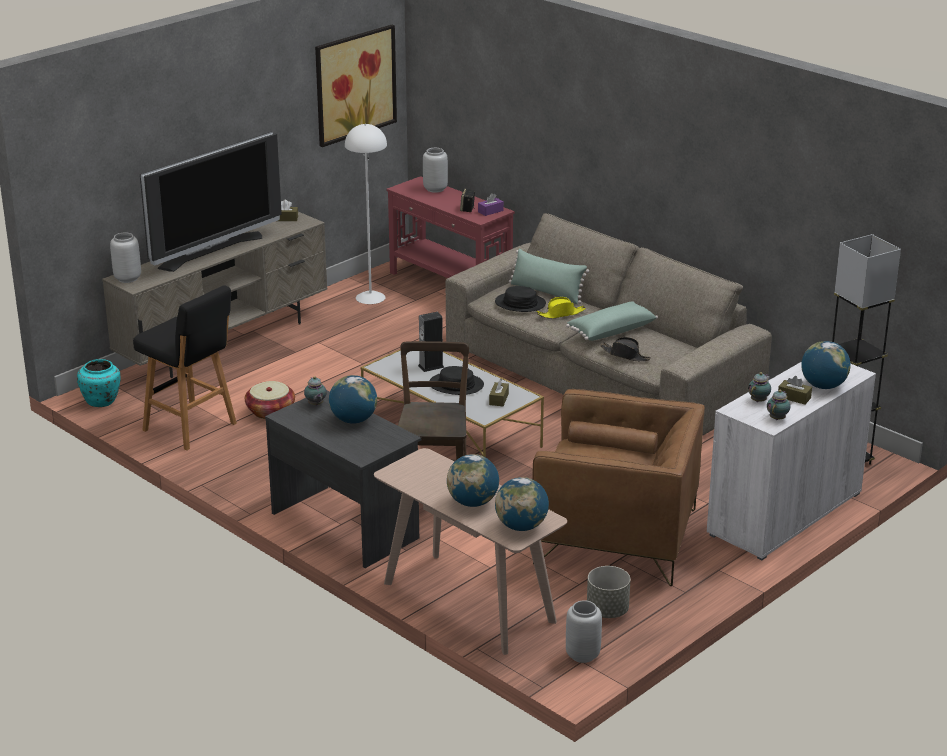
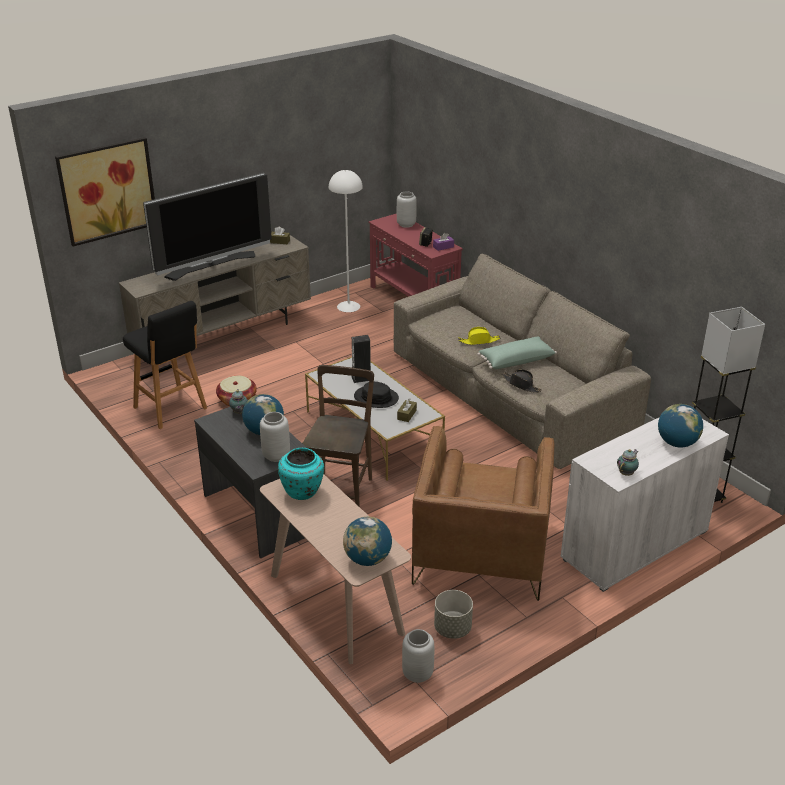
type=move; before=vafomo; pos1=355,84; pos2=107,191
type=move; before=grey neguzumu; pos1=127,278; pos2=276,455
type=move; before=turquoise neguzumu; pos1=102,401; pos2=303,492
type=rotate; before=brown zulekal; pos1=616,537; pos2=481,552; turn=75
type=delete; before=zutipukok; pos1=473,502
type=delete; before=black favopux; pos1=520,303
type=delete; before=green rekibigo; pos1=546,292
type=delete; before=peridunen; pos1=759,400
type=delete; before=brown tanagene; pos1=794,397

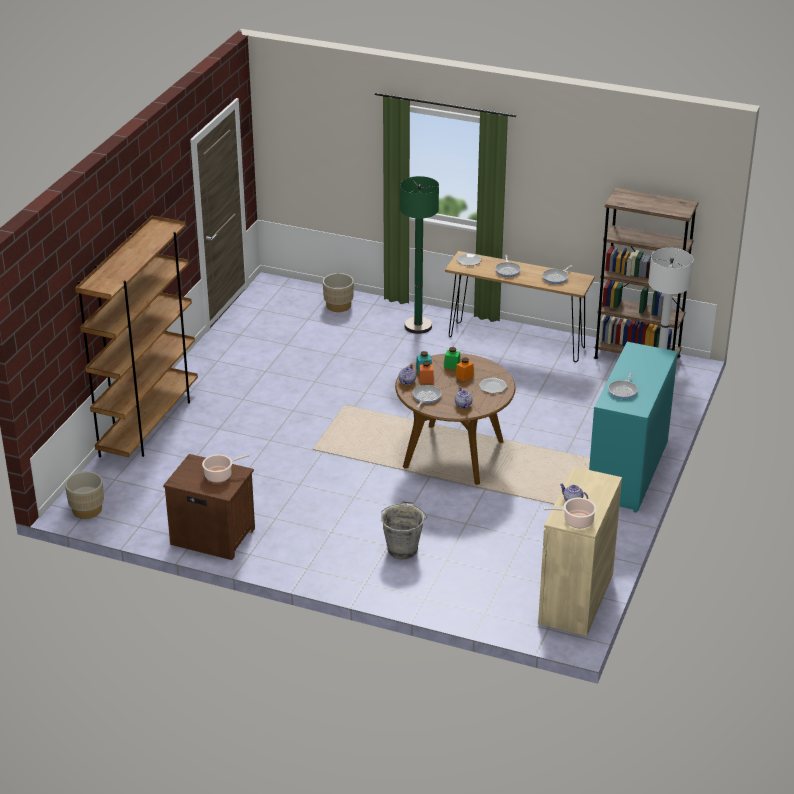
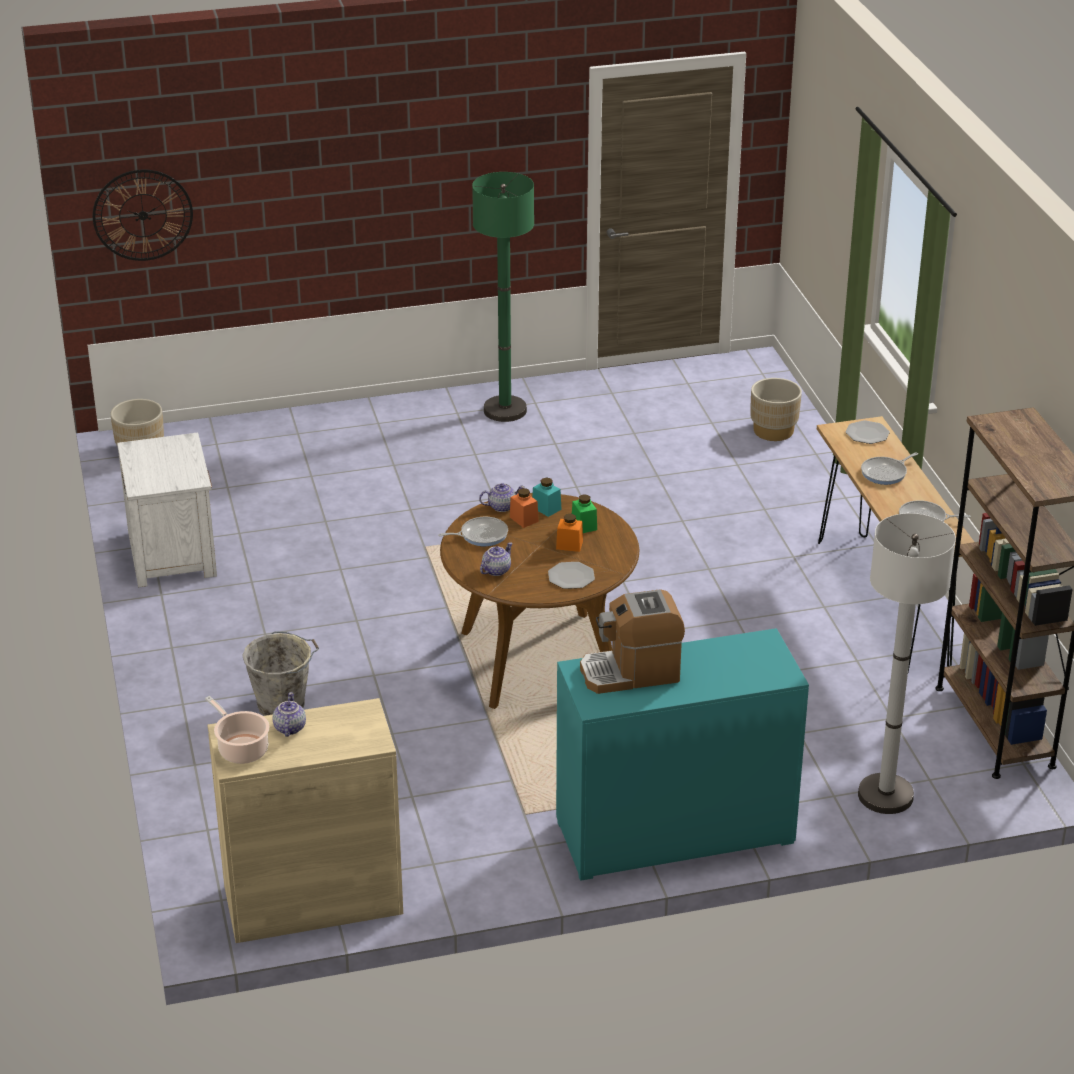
type=insert; after=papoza; pos2=142,215
type=recolor; before=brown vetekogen; after=white vetekogen; pos1=212,535; pos2=173,553
type=move; before=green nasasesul; pos1=418,326; pos2=505,410
type=replace; before=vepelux; after=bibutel; pos1=623,391; pos2=631,672
type=delete; before=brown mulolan; pos1=149,424
type=delete; before=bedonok; pos1=220,475

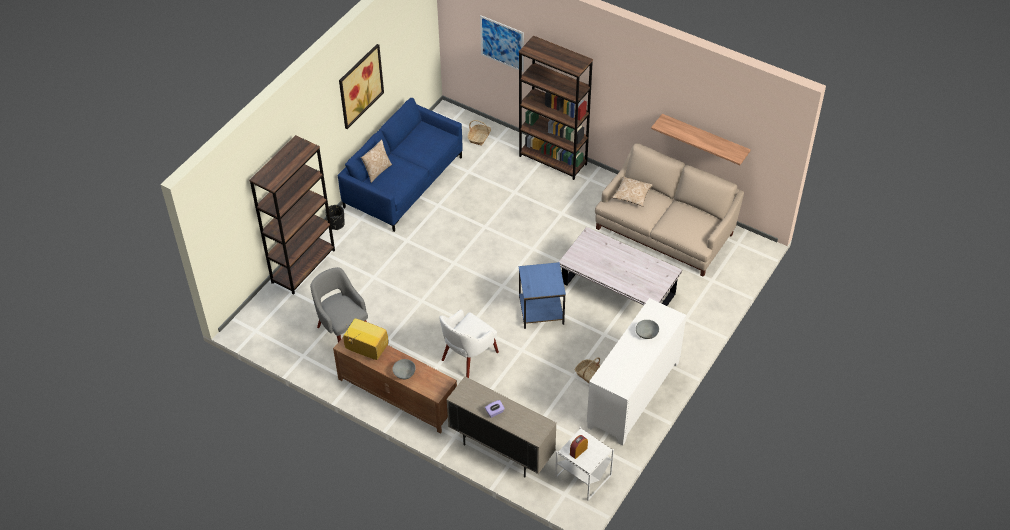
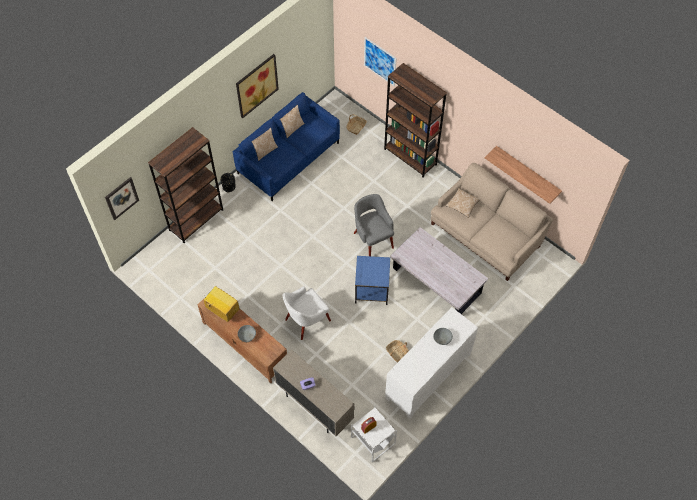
type=insert; after=vafomo; pos2=121,198
type=insert; after=rekibigo; pos2=292,128
type=move; before=grey zulekal; pos1=343,331; pos2=372,239

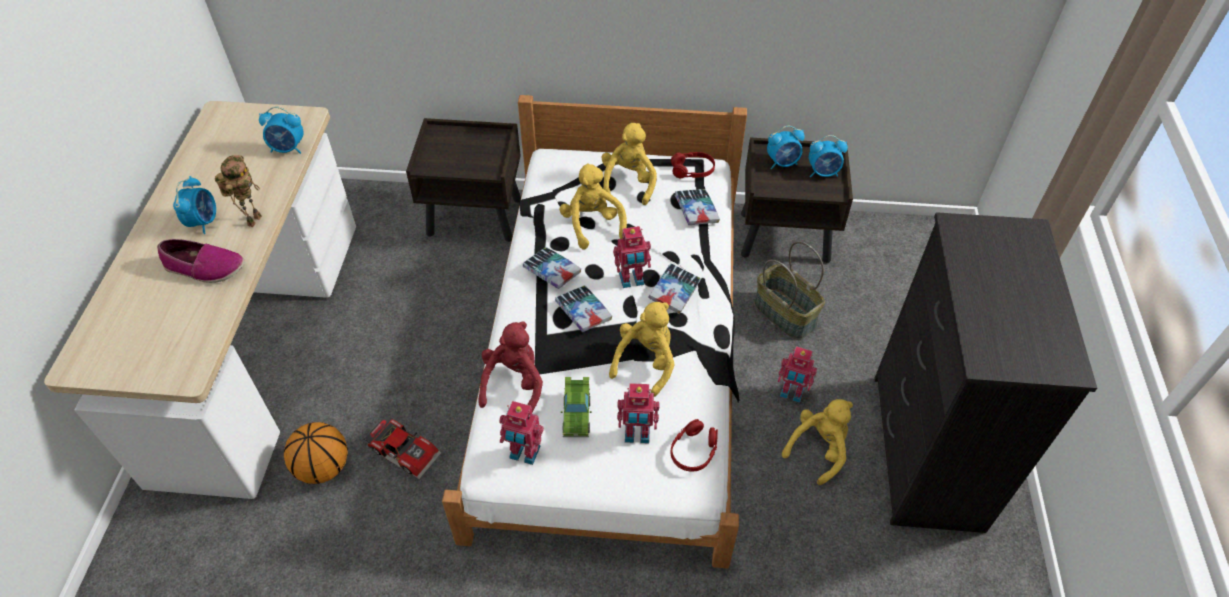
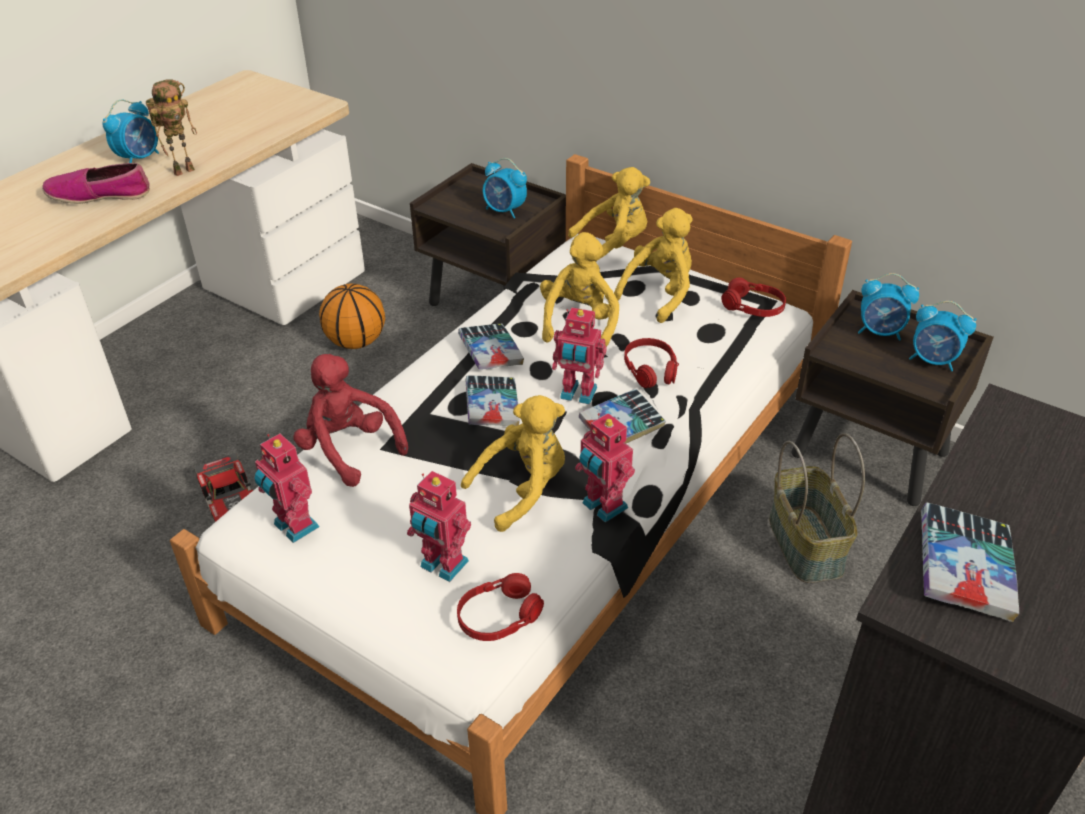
type=rotate; before=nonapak; pos1=204,268; pos2=100,195; turn=135
type=rotate; before=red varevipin; pos1=514,384; pos2=348,449; turn=-90
type=move; before=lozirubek; pos1=324,468; pos2=356,342
type=move; before=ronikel; pos1=288,149; pos2=504,211
type=move; before=yellow varevipin; pos1=818,449; pos2=613,245
type=move; before=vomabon; pos1=791,393; pos2=602,507
type=insert; after=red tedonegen; pos2=650,370
type=move; before=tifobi; pos1=696,210; pos2=964,569
type=delete; before=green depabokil; pos1=576,413

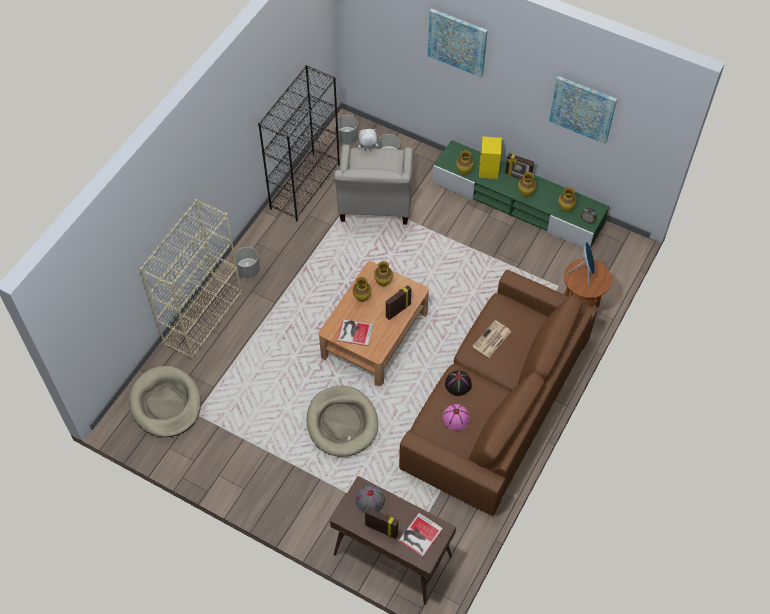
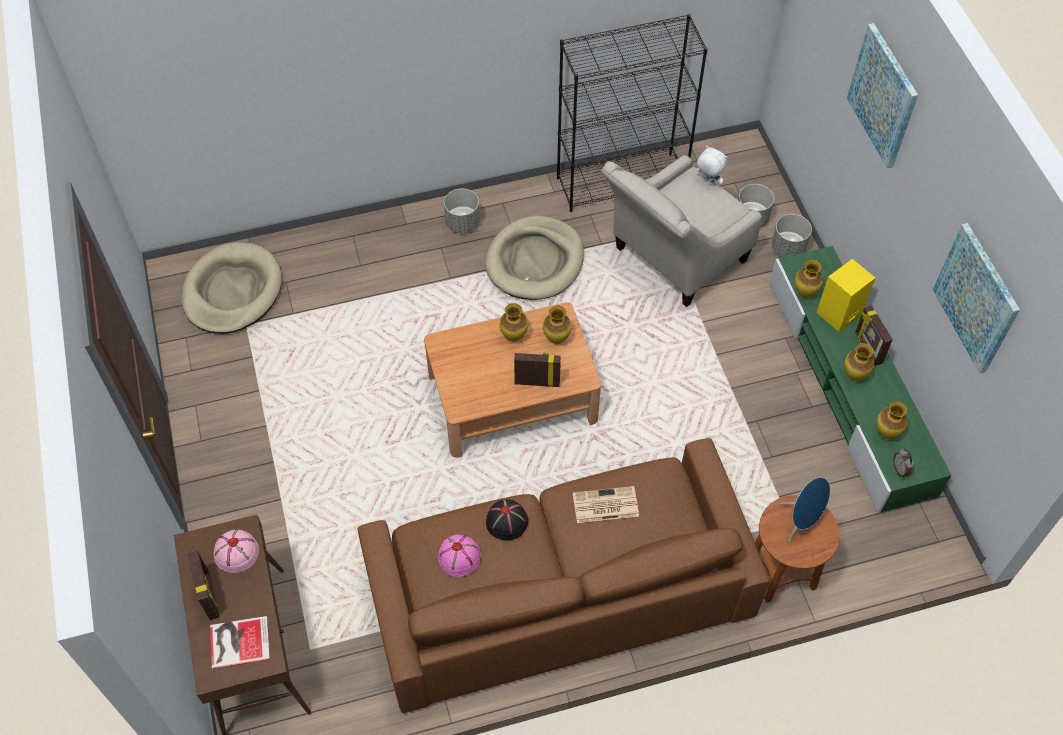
type=recolor; before=grey favopux; after=pink favopux; pos1=370,500; pos2=236,553
type=move; before=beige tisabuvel; pos1=342,423; pos2=535,261
type=move; before=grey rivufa; pos1=347,137; pos2=788,248
type=delete; before=beige mulolan; pos1=203,319
type=delete; before=tifobi; pos1=354,332

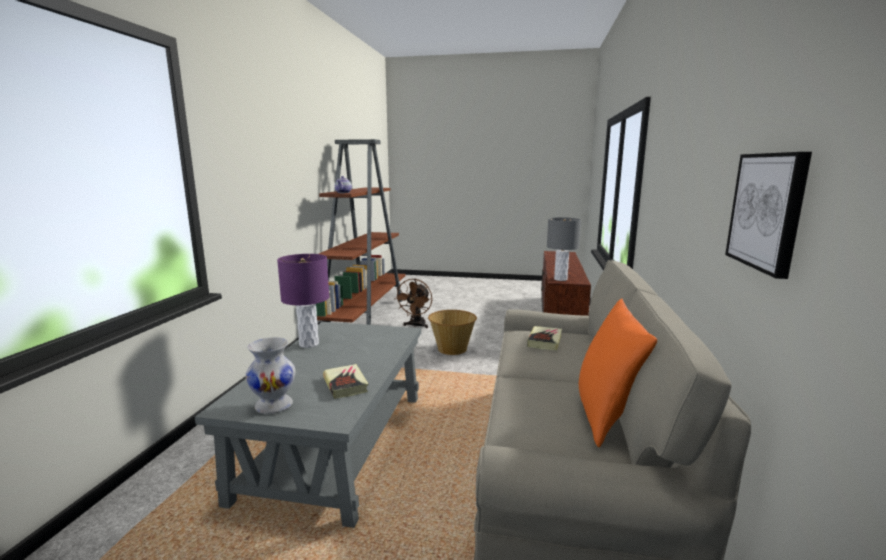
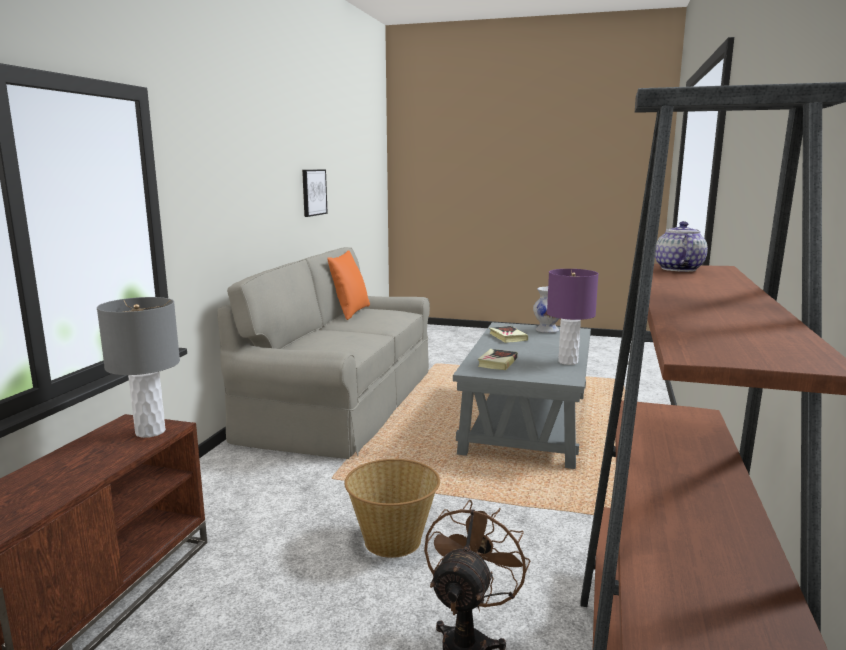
type=move; before=tifobi; pos1=544,341; pos2=497,362

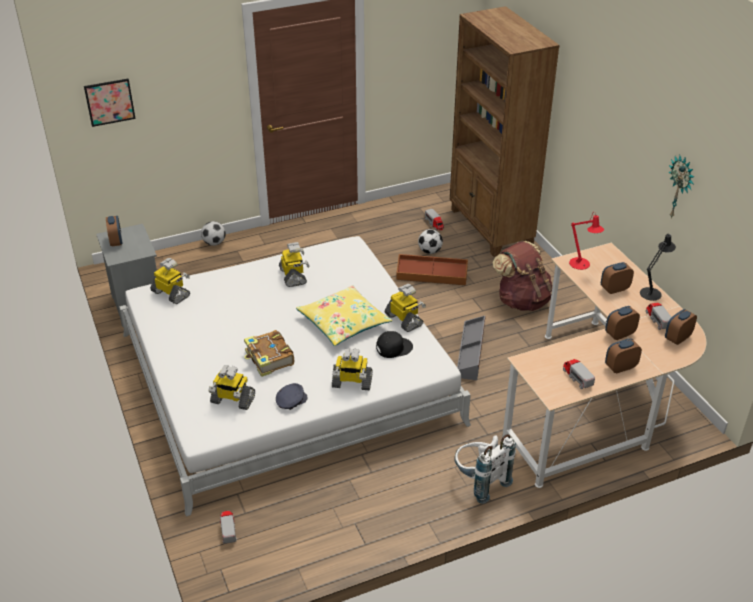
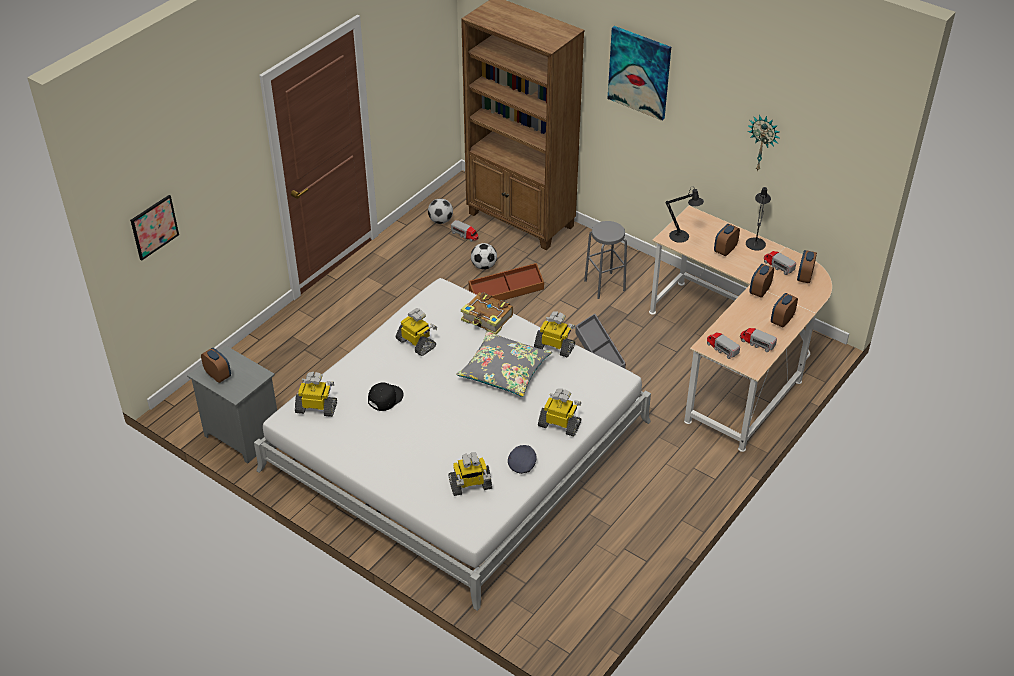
type=move; before=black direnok; pos1=393,347; pos2=385,398
type=move; before=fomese; pos1=214,243; pos2=440,221
type=recolor; before=yellow rekibigo; after=grey rekibigo; pos1=344,323; pos2=504,371
type=move; before=tifobi; pos1=269,359; pos2=487,319
type=rotate; before=vomabon; pos1=351,383; pos2=560,424; turn=-135
type=replace; before=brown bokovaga; after=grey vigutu; pos1=522,300; pos2=604,285
type=insert; after=vafomo; pos2=639,72
type=recolor; before=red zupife; after=black zupife; pos1=581,265; pos2=682,237
type=move; before=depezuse; pos1=228,530; pos2=721,349
type=delete; before=white bokovaga; pos1=479,482

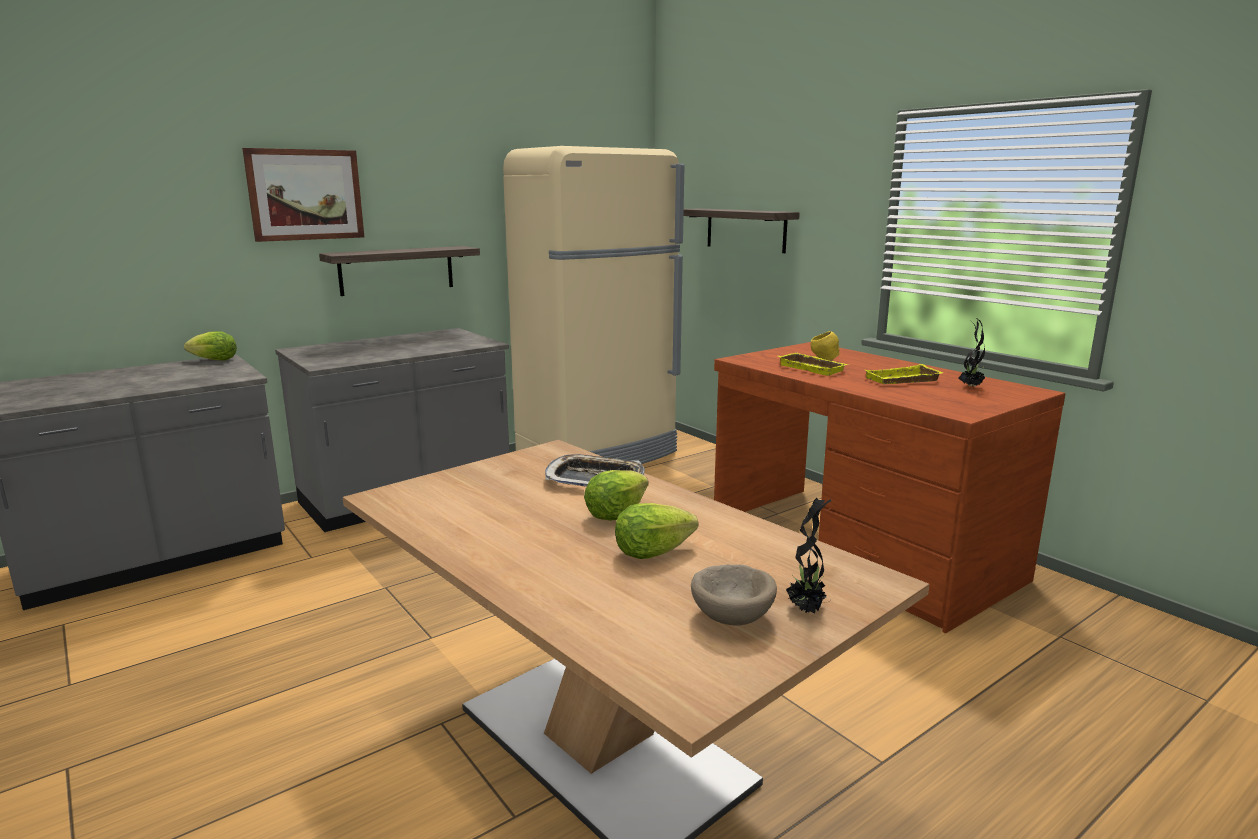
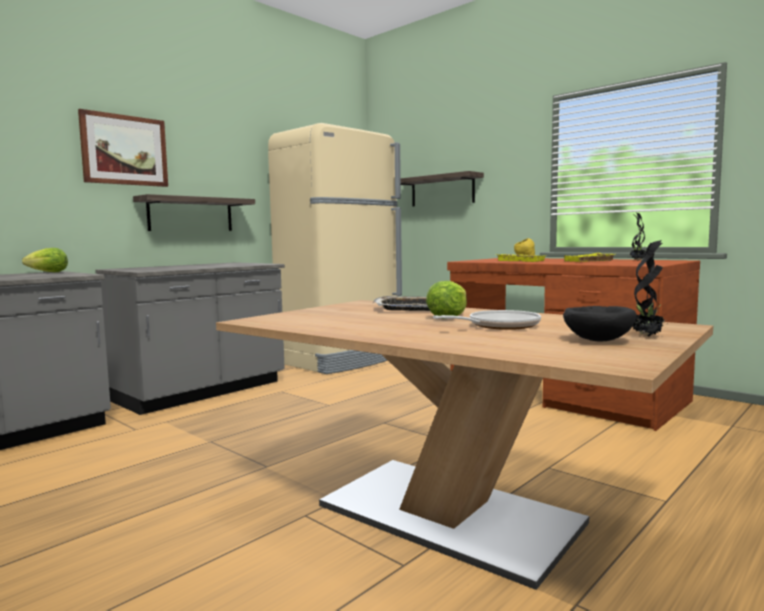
type=replace; before=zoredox; after=vepelux; pos1=652,552; pos2=498,326
type=recolor; before=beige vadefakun; after=black vadefakun; pos1=733,616; pos2=598,340

